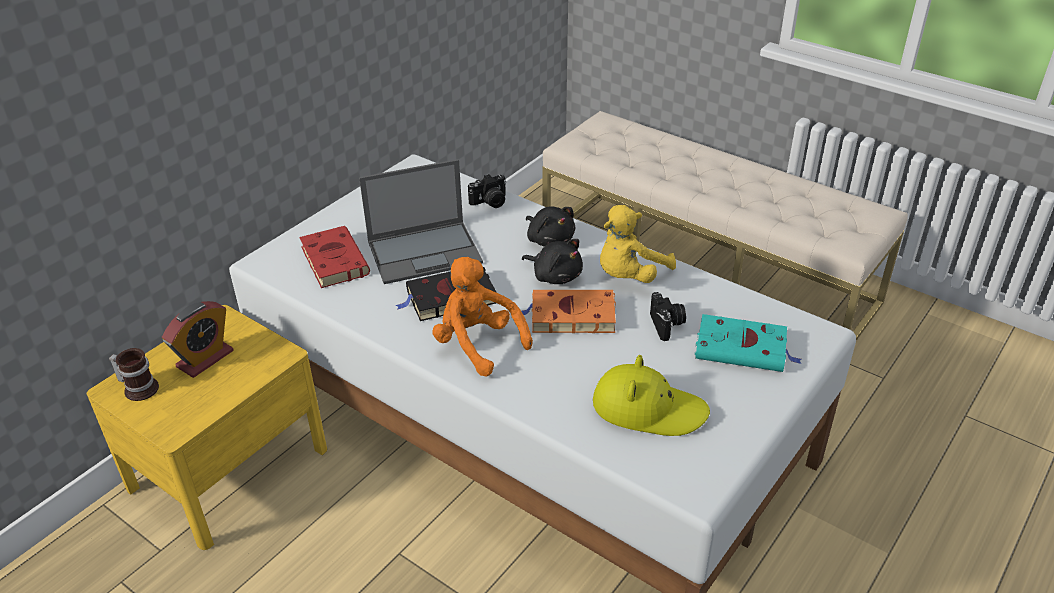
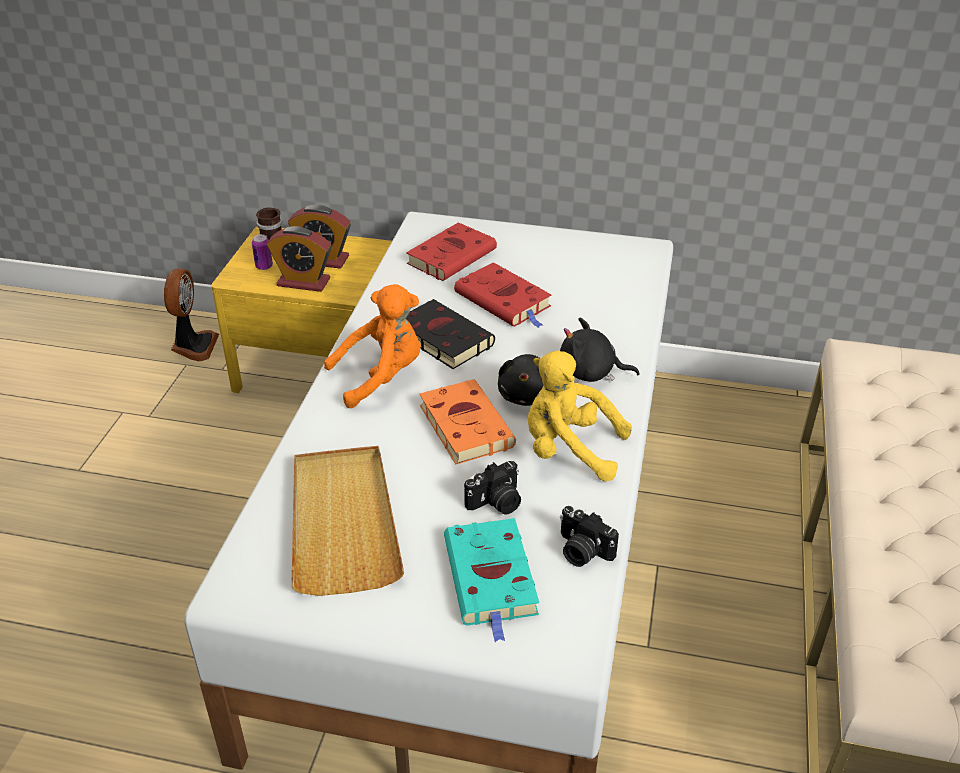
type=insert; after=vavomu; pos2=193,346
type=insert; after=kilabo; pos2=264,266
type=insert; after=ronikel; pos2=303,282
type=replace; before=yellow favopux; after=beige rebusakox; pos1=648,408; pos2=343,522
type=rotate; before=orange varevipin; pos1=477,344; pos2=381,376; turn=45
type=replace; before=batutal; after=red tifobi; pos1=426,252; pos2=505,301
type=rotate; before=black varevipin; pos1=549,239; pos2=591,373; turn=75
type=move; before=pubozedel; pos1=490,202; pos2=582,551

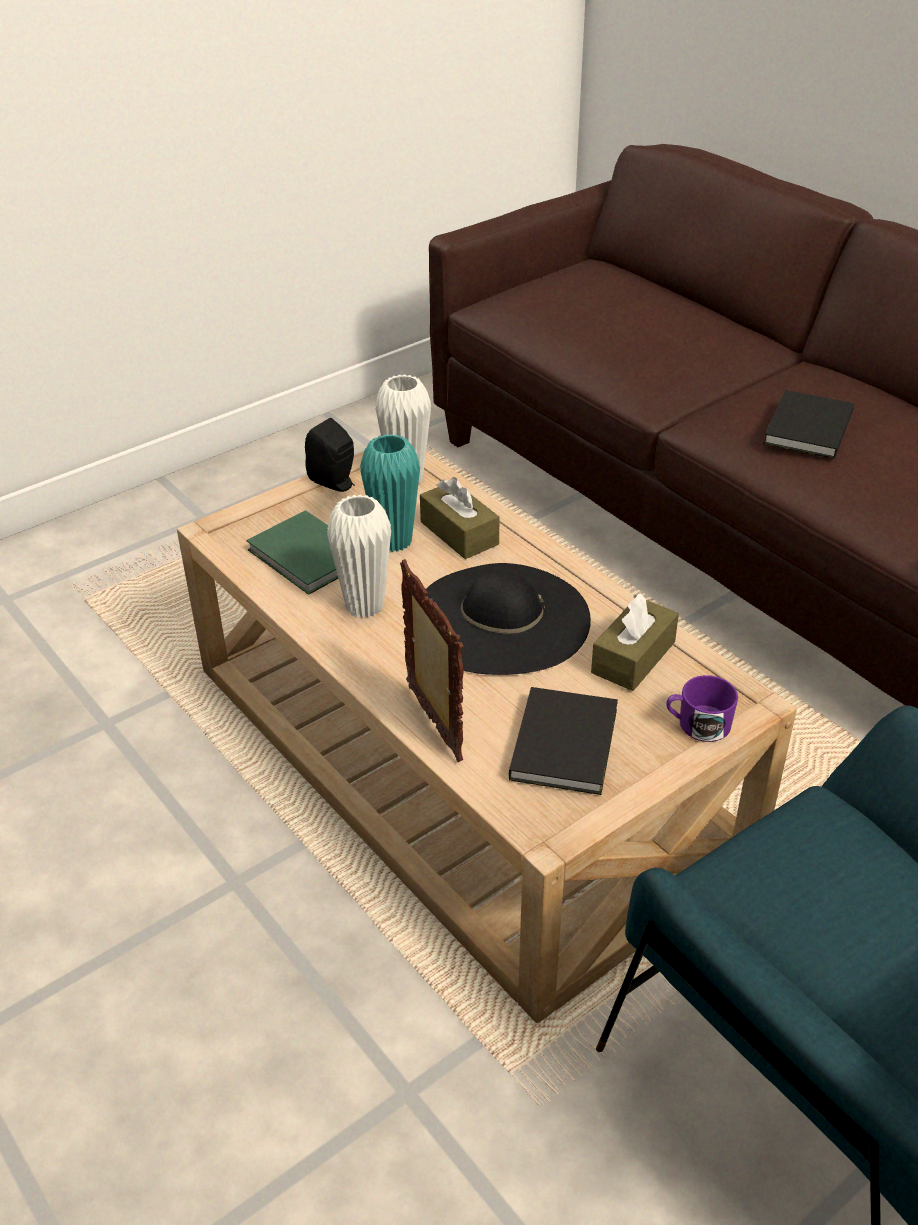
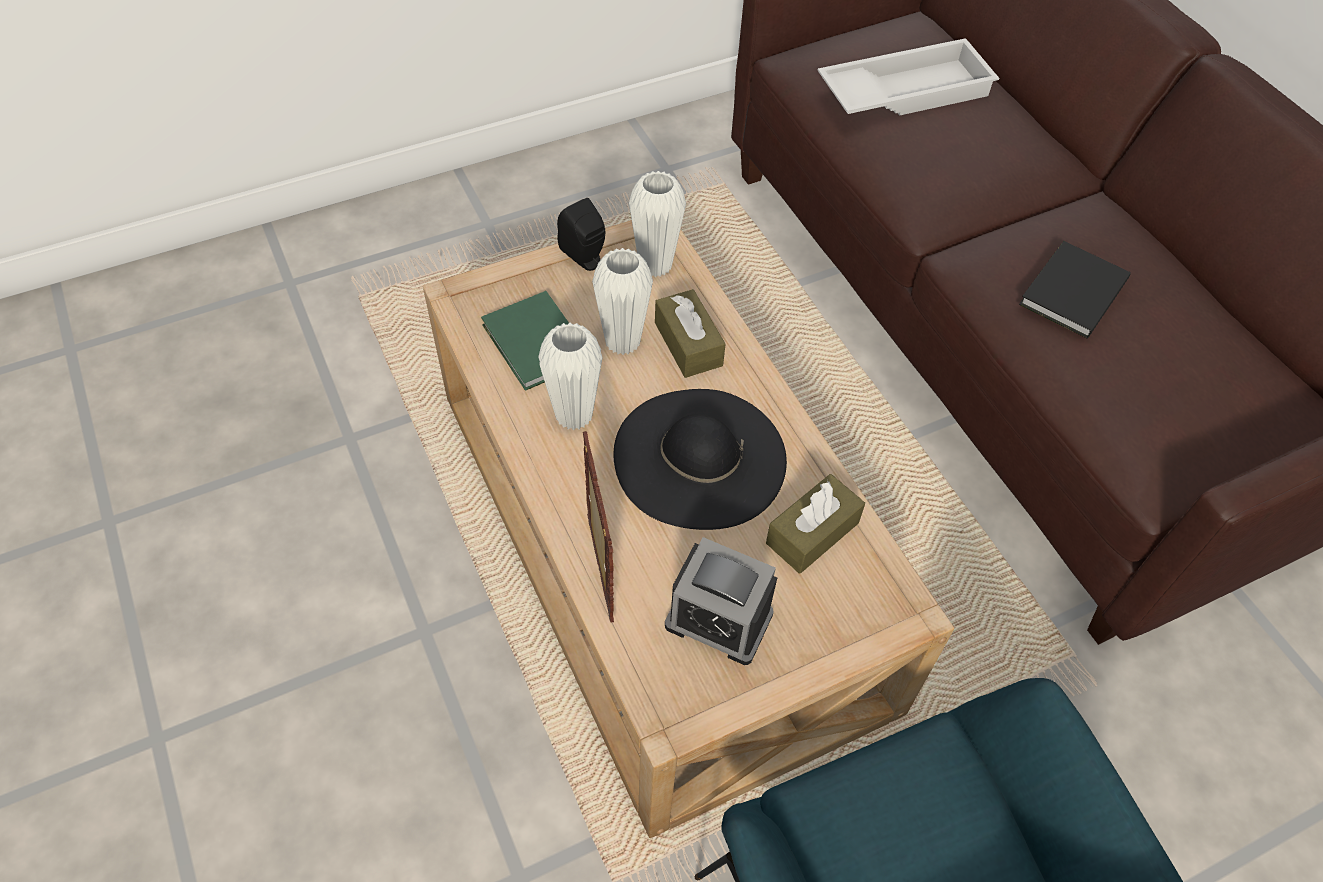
type=recolor; before=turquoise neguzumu; after=white neguzumu; pos1=394,541; pos2=622,342
type=replace; before=black tifobi; after=ronikel; pos1=566,742; pos2=718,620
type=insert; after=white rebusakox; pos2=904,90
type=delete; before=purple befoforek; pos1=697,724

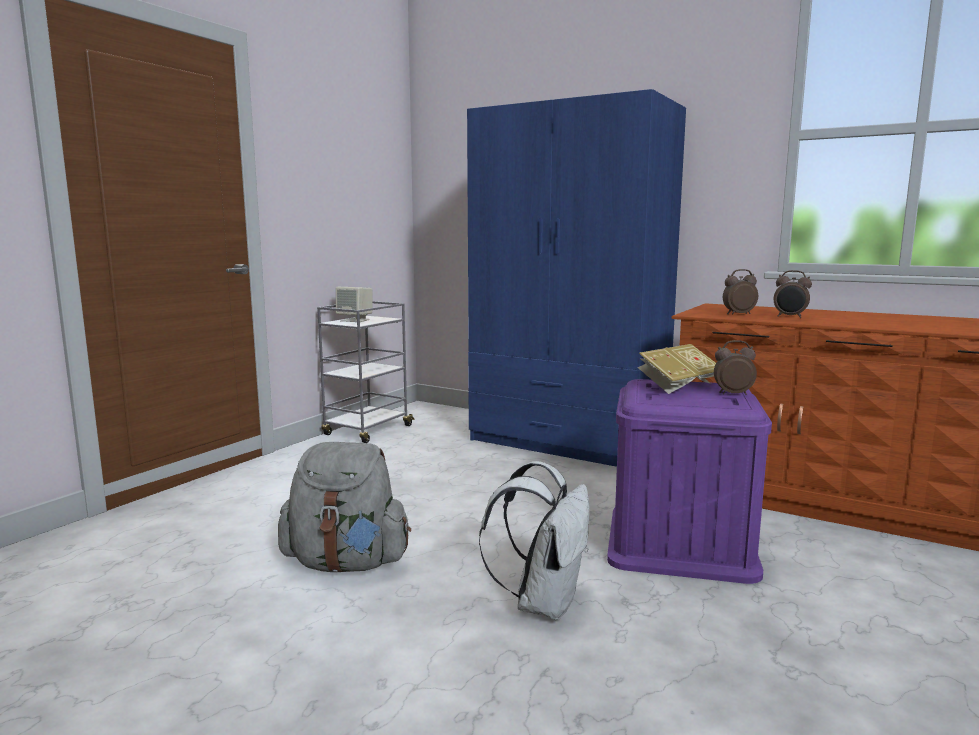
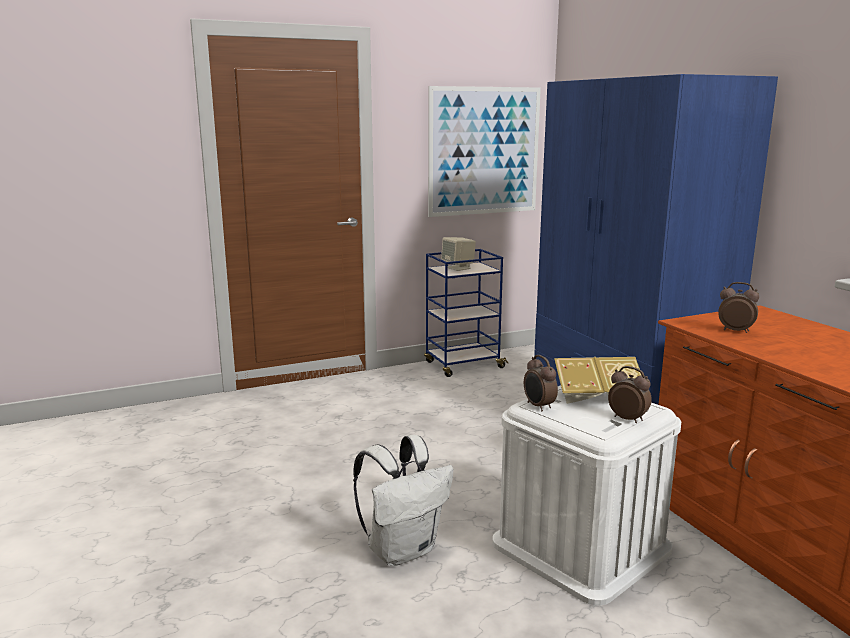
type=recolor; before=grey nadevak; after=blue nadevak; pos1=367,431; pos2=463,365
type=insert; after=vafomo; pos2=484,151
type=recolor; before=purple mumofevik; after=white mumofevik; pos1=680,542; pos2=581,545
type=move; before=ronikel; pos1=790,317; pos2=538,406
type=delete; before=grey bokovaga; pos1=347,563

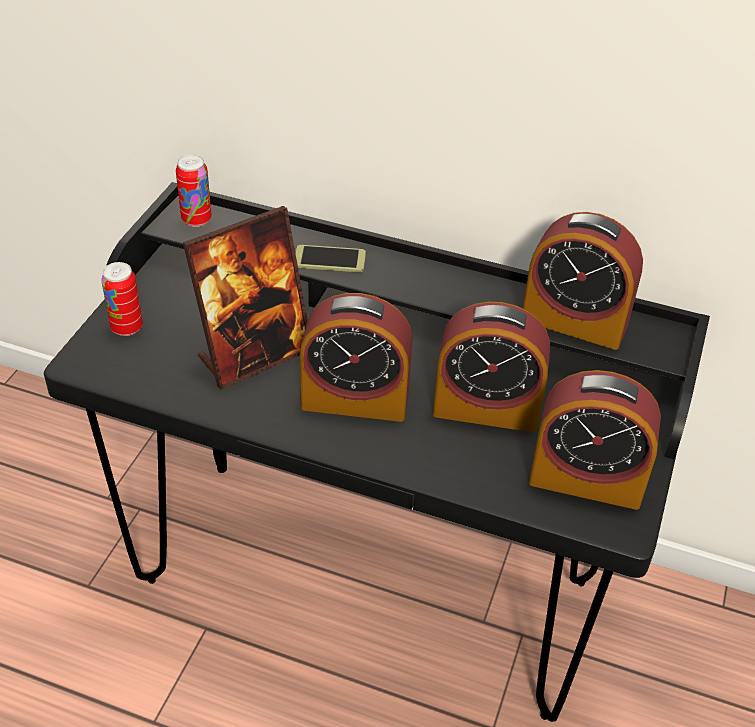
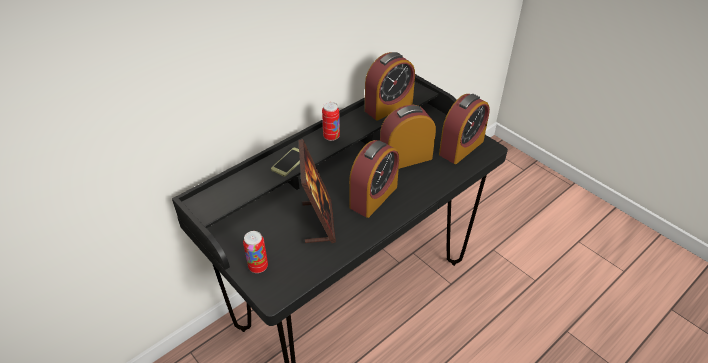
type=move; before=kilabo; pos1=196,220; pos2=331,136
type=rotate; before=ronikel; pos1=486,408; pos2=405,158; turn=-150

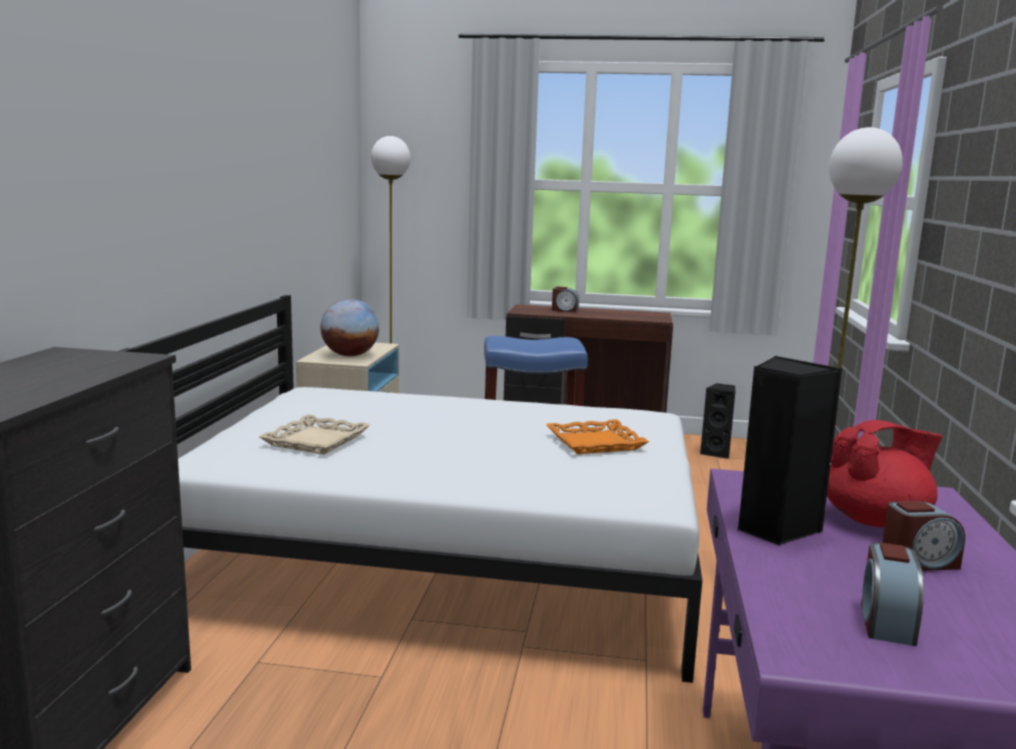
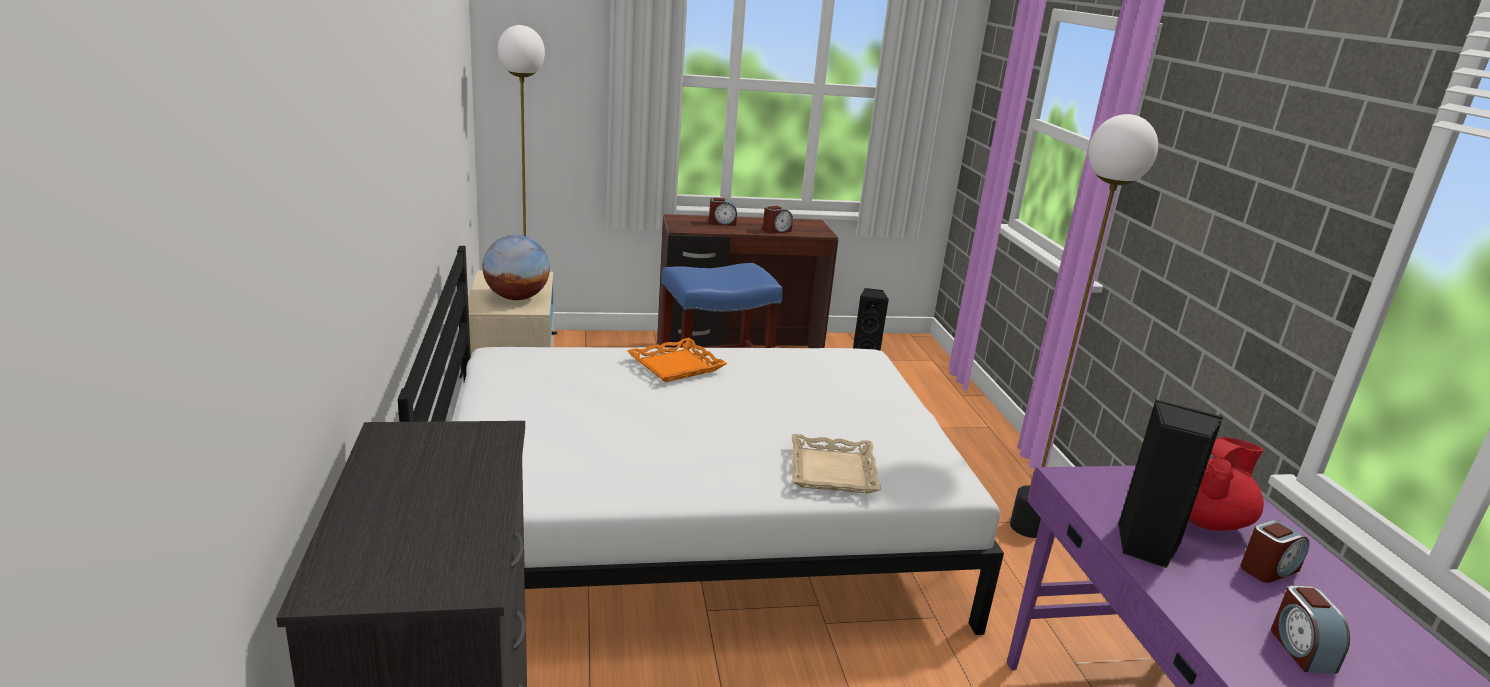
type=move; before=orange rebusakox; pos1=595,443; pos2=676,365
type=insert; after=ronikel; pos2=776,230
type=move; before=beige rebusakox; pos1=315,440; pos2=831,471

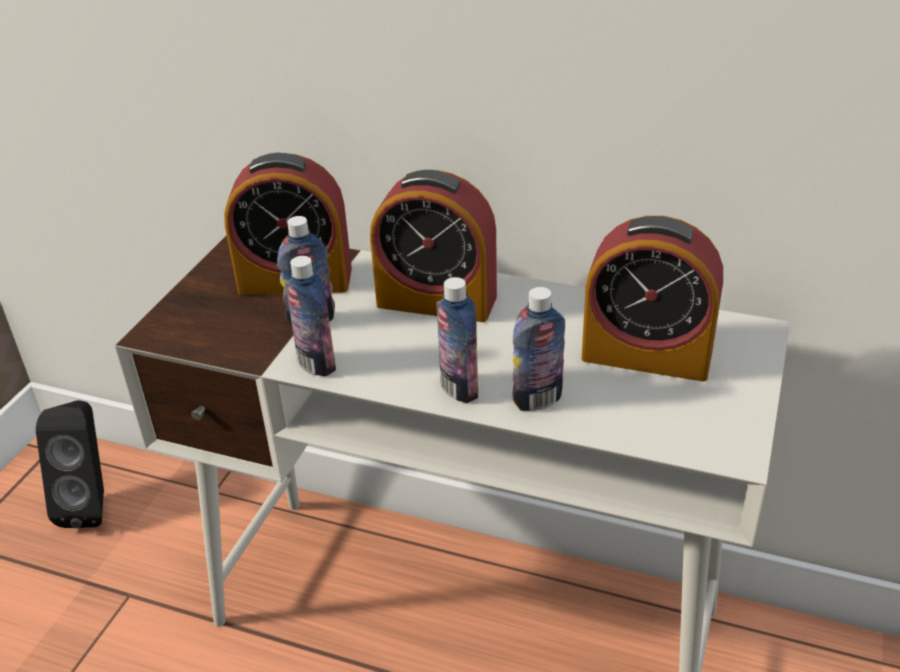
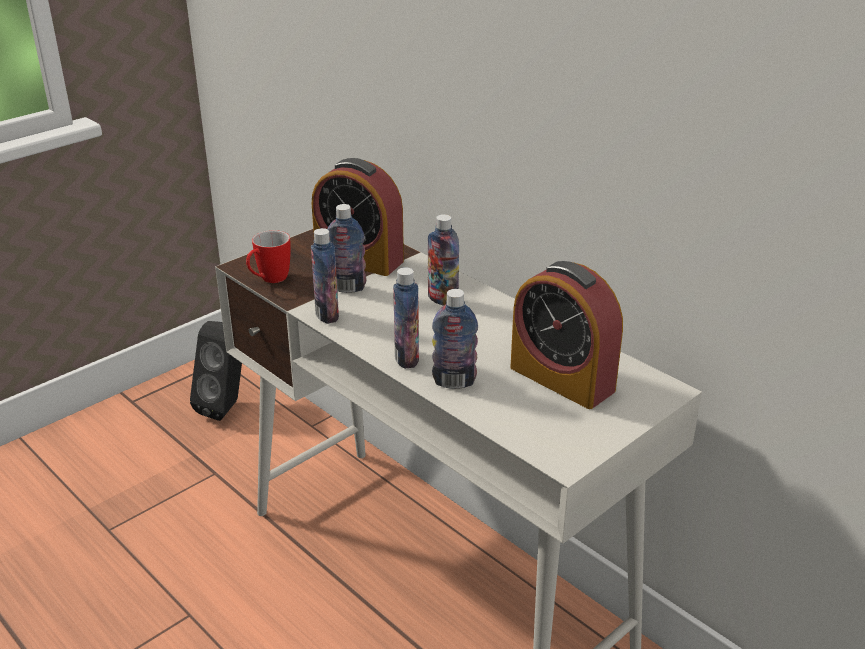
type=insert; after=befoforek; pos2=269,280
type=replace; before=ronikel; after=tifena; pos1=436,301; pos2=443,299

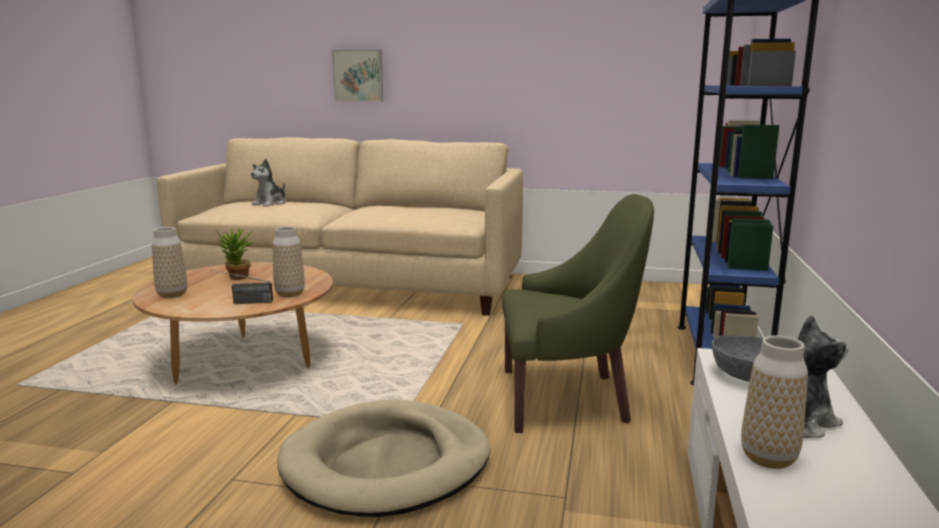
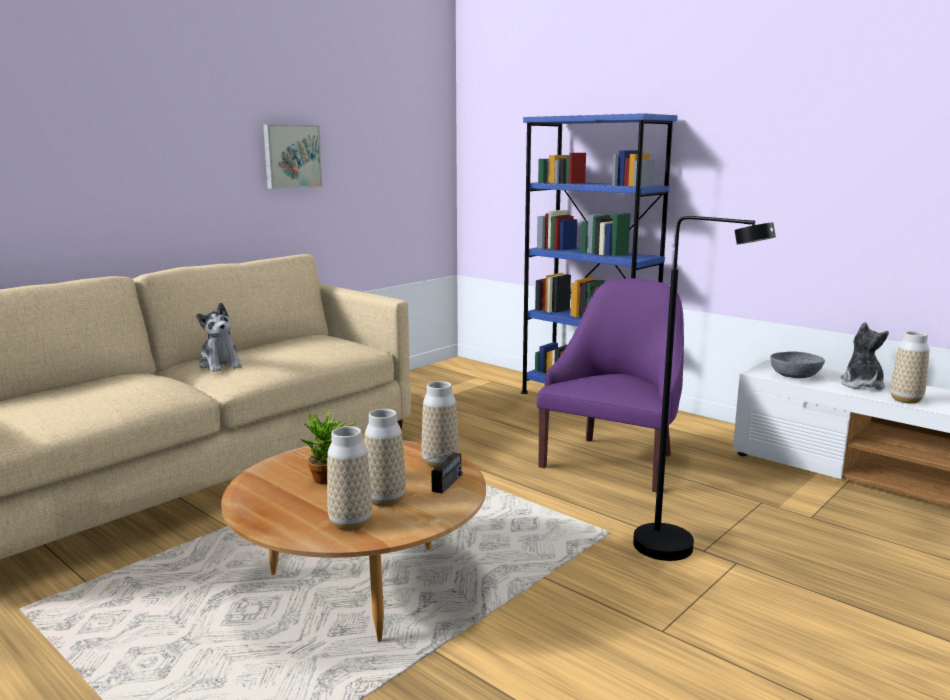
type=move; before=varevipin; pos1=270,203; pos2=220,365
type=move; before=vafomo; pos1=358,75; pos2=291,156
type=insert; after=neguzumu; pos2=385,500
type=recolor; before=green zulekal; after=purple zulekal; pos1=566,398; pos2=613,461
type=replace; before=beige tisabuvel; after=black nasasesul; pos1=387,464; pos2=678,552

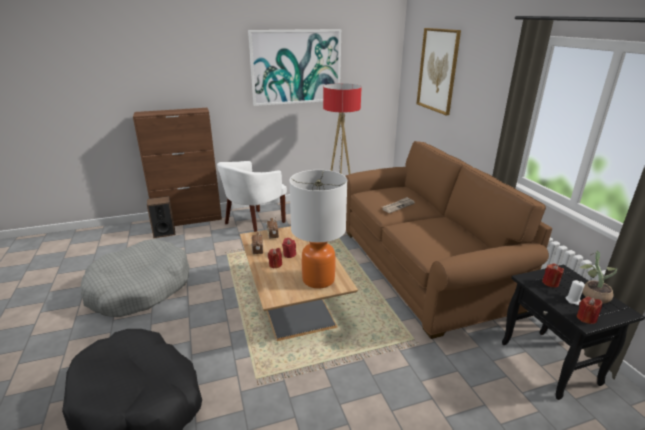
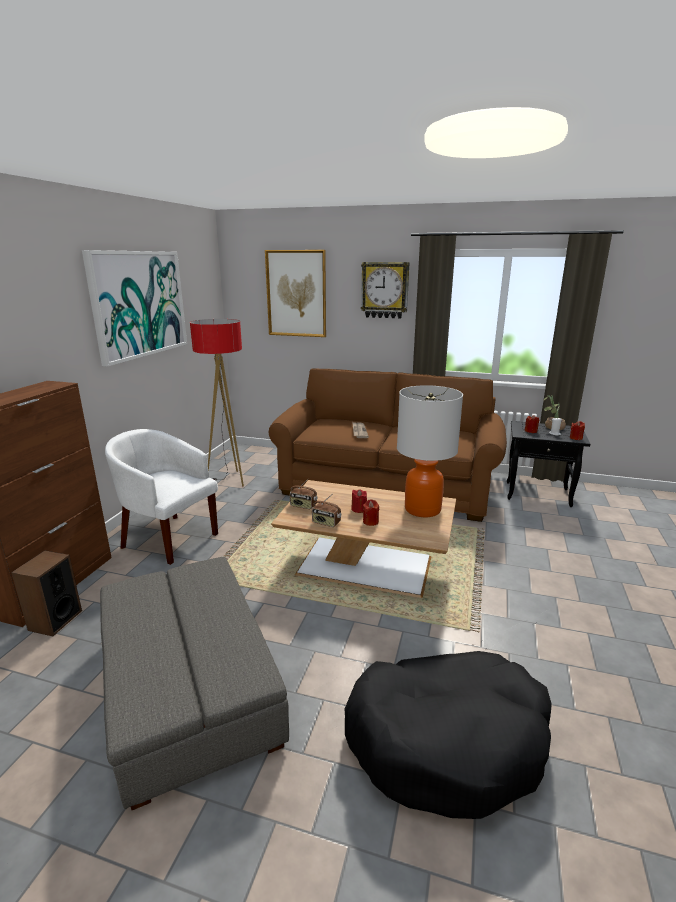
type=replace; before=grey tisabuvel; after=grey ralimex; pos1=139,288; pos2=188,685
type=rotate; before=white zulekal; pos1=254,224; pos2=168,538; turn=135
type=insert; after=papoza; pos2=385,290

